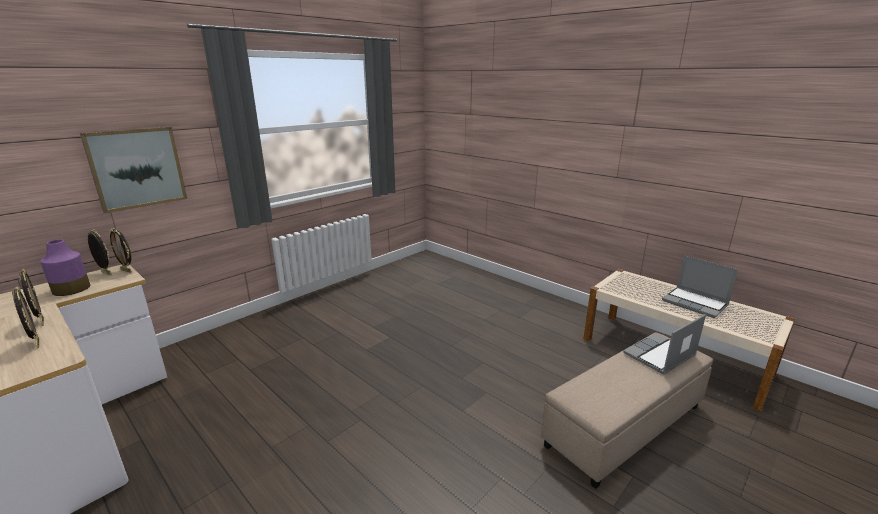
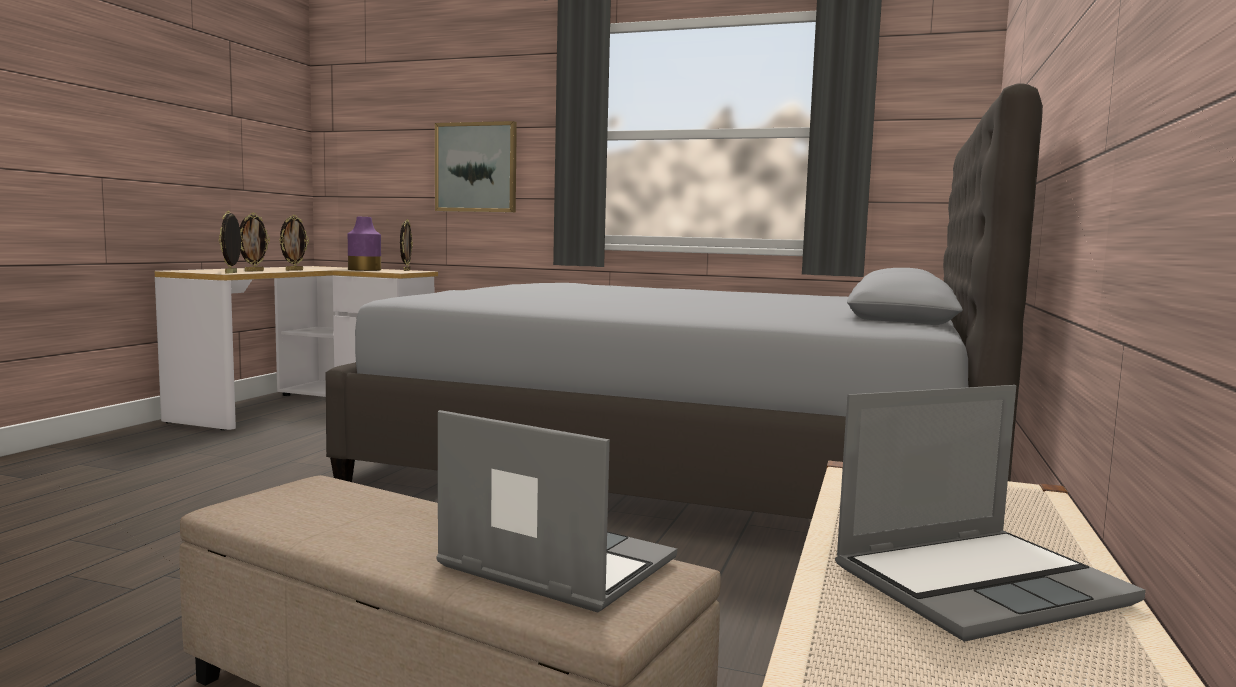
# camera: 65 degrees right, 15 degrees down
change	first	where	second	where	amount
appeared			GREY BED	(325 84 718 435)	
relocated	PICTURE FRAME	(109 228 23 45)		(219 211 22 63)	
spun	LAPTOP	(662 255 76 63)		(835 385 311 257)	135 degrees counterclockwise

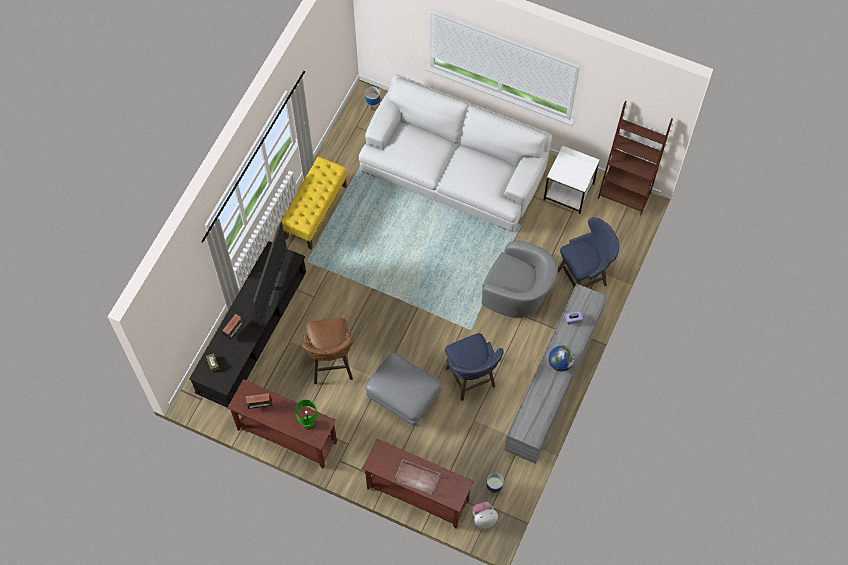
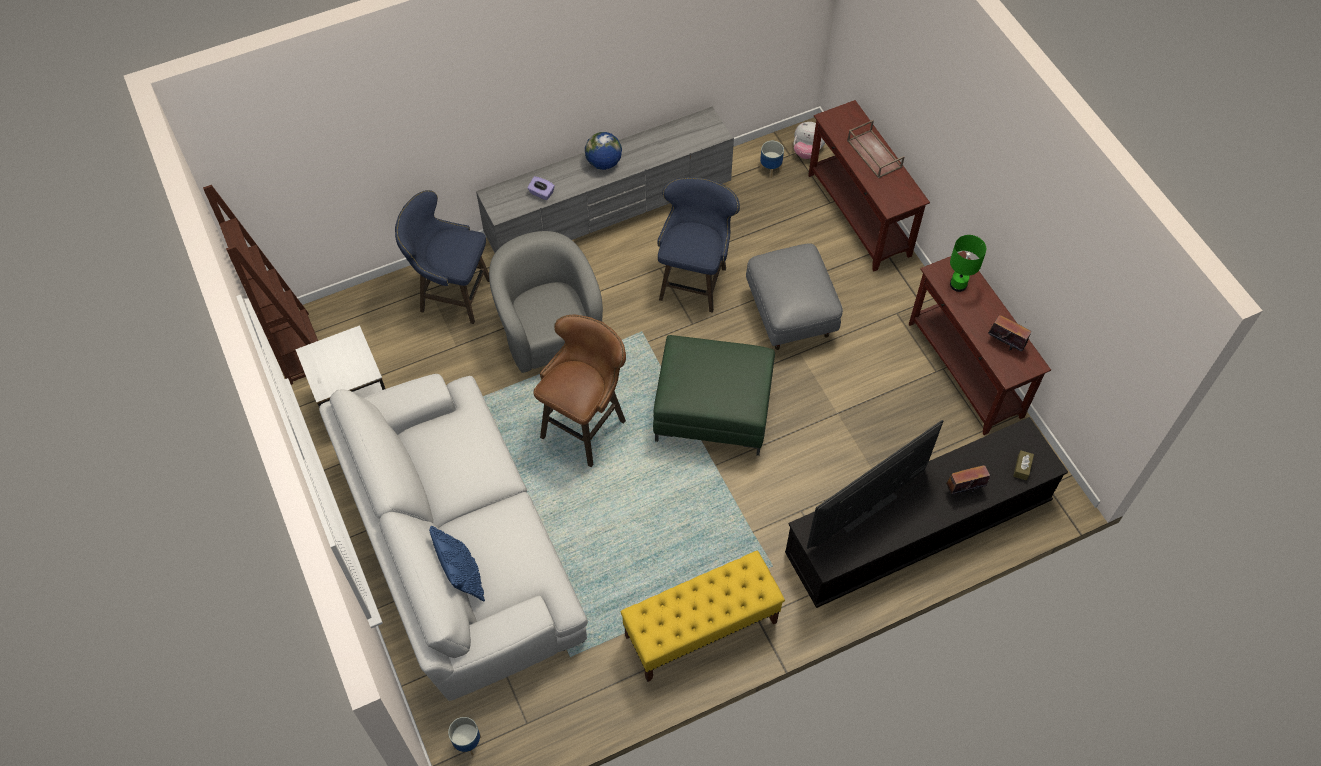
# camera: 140 degrees left, 5 degrees down
change	first	where	second	where	amount
appeared			BLUE PILLOW	(429 526 56 75)	
appeared			GREEN OTTOMAN	(653 335 122 121)	
relocated	BROWN STOOL	(302 318 51 66)		(533 315 93 152)	

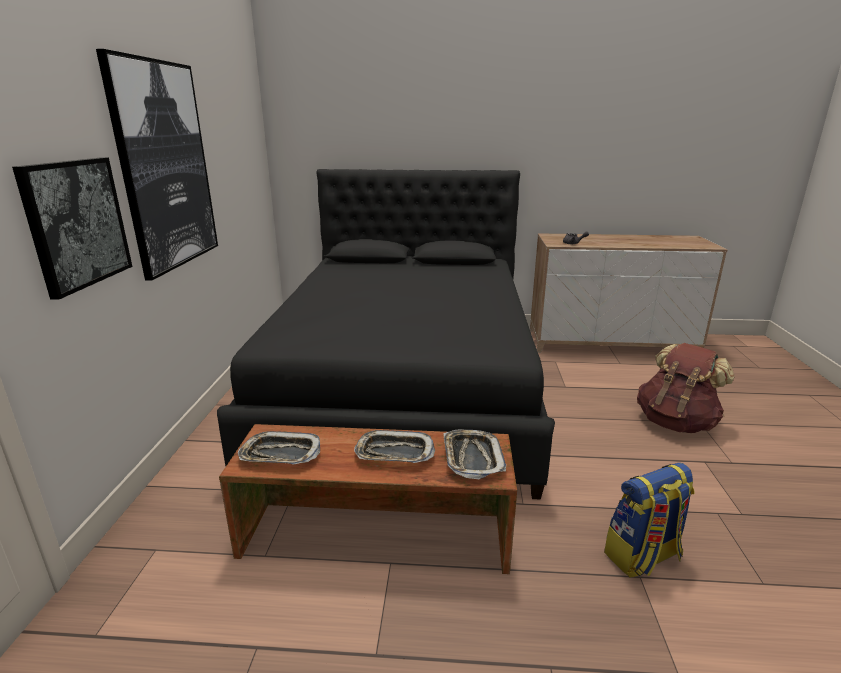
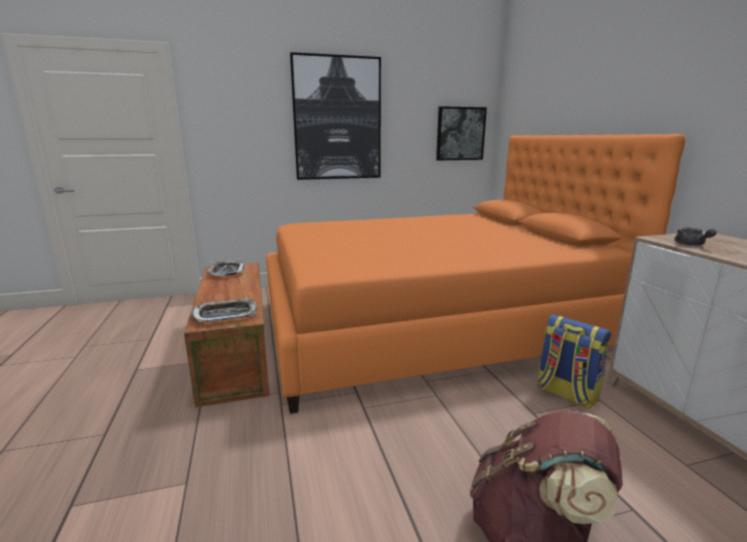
# camera: 70 degrees right, 5 degrees down
change	first	where	second	where	amount
missing	TRAY	(354 430 81 33)			
relocated	PICTURE	(12 157 121 143)		(436 106 51 54)	
relocated	BACKPACK	(604 463 91 115)		(536 314 75 95)	
colour	BLACK BED	(217 169 338 331)	ORANGE BED	(266 134 420 280)	

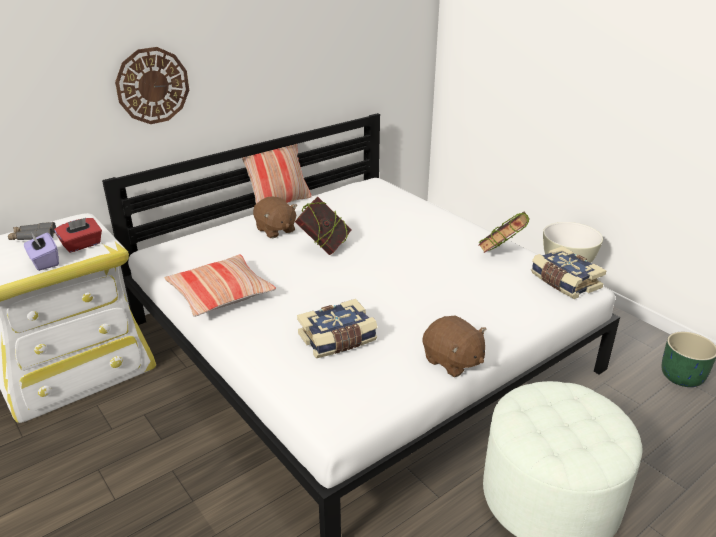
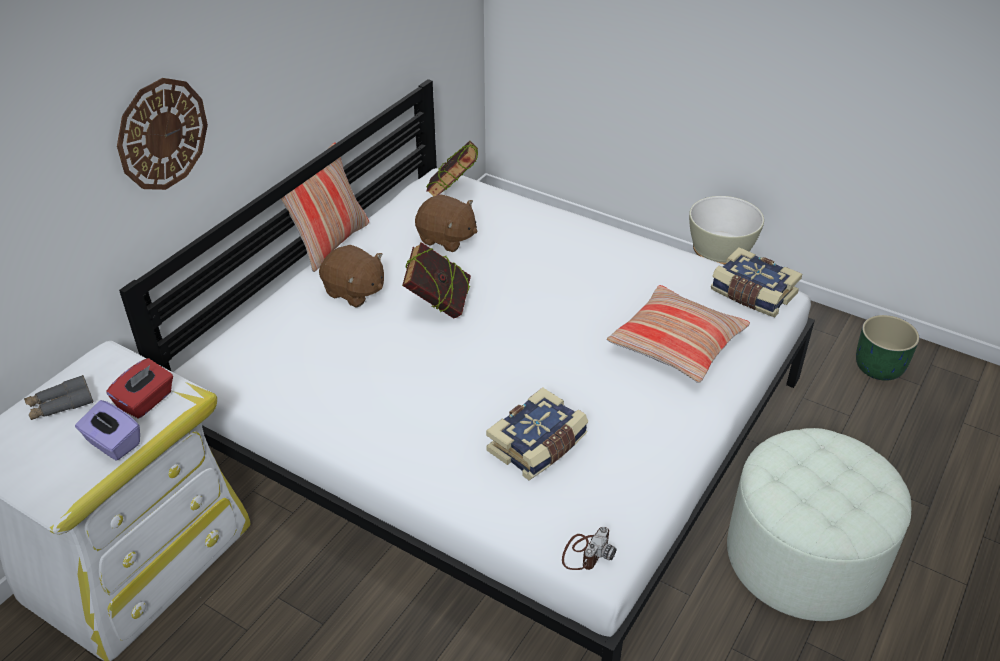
# camera: 20 degrees left, 10 degrees up
change	first	where	second	where	amount
appeared			PHOTO CAMERA	(562 527 55 43)	
relocated	PILLOW	(164 254 112 63)		(607 285 143 98)	
relocated	BROWN PLUSH TOY	(423 315 63 62)		(415 194 62 58)	
relocated	BOOK	(478 212 52 41)		(426 141 52 55)	

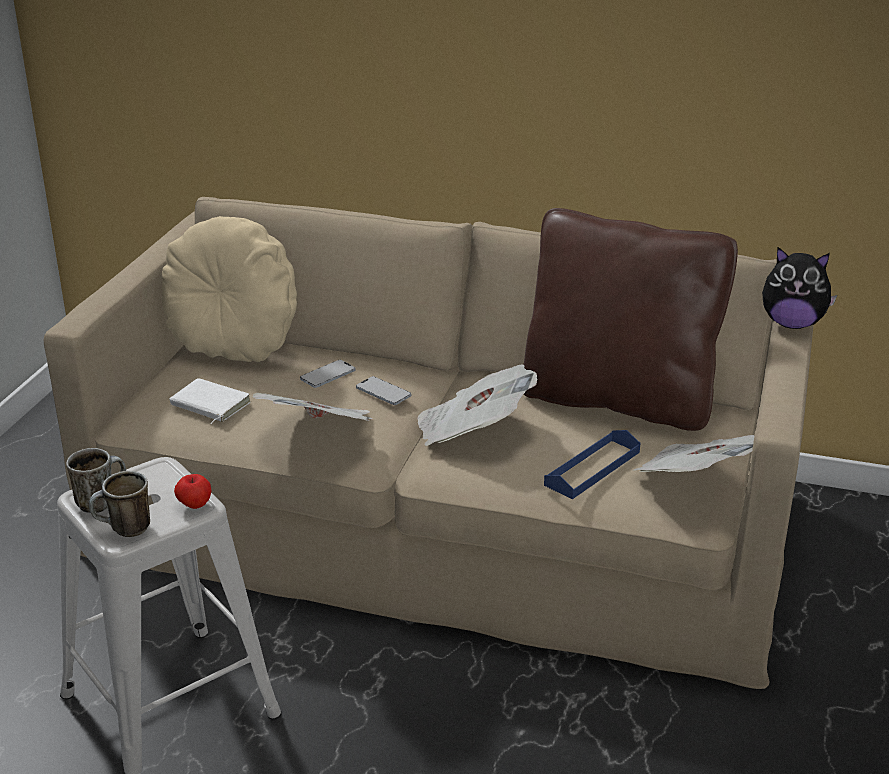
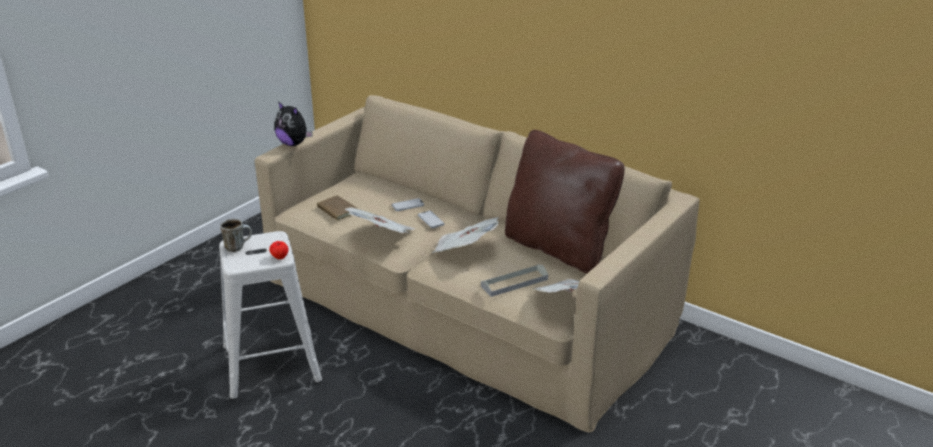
# camera: 20 degrees right, 0 degrees up
change	first	where	second	where	amount
missing	MUG	(89 471 61 66)			
missing	BEIGE PILLOW	(162 216 135 146)			
relocated	PLUSH TOY	(762 247 75 82)		(274 101 39 45)	
colour	WHITE BOOK	(170 378 81 46)	BROWN BOOK	(317 195 41 25)	
colour	BLUE TRAY	(544 430 96 69)	GREY TRAY	(481 264 67 33)	

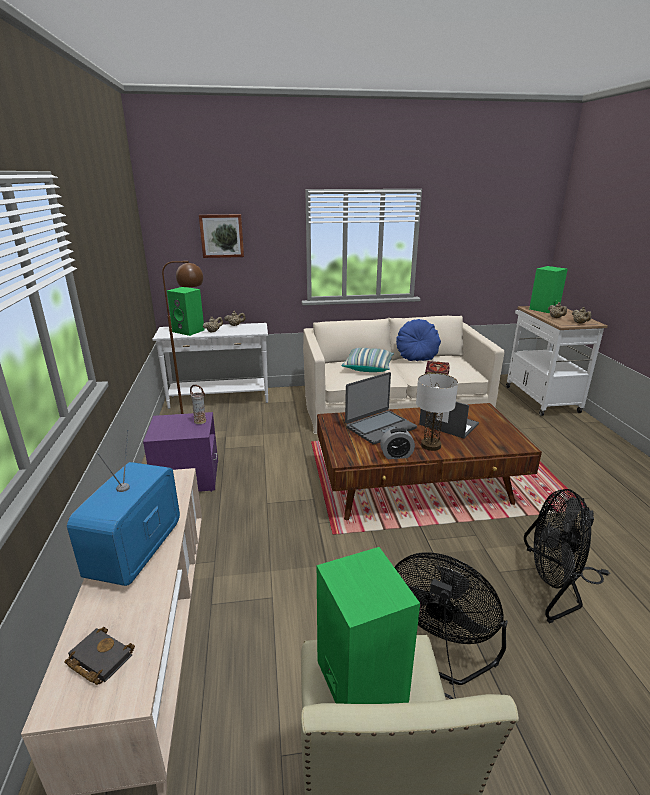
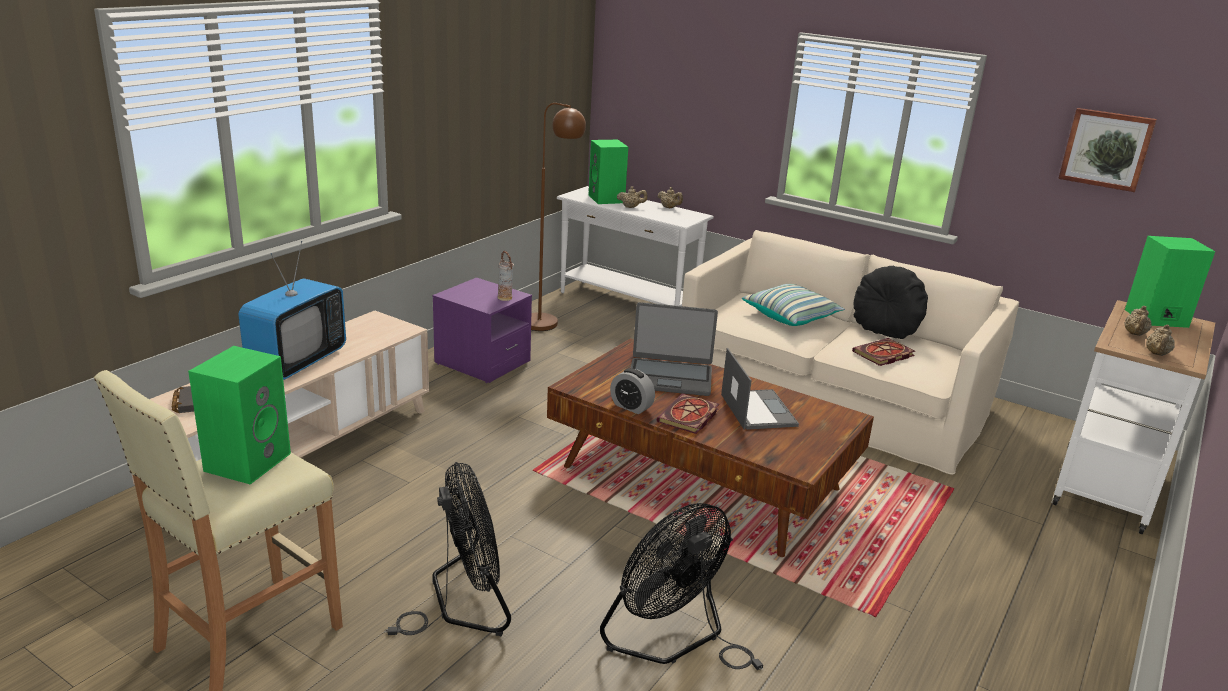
# camera: 40 degrees right, 0 degrees up
change	first	where	second	where	amount
relocated	PICTURE	(199 214 45 44)		(1058 108 99 84)	
exchanged	TABLE LAMP	(416 373 42 78)	BOOK	(657 394 62 40)	
colour	BLUE PILLOW	(396 319 45 42)	BLACK PILLOW	(854 266 74 73)	
spun	TELEVISION	(67 430 113 156)		(238 241 108 139)	150 degrees clockwise

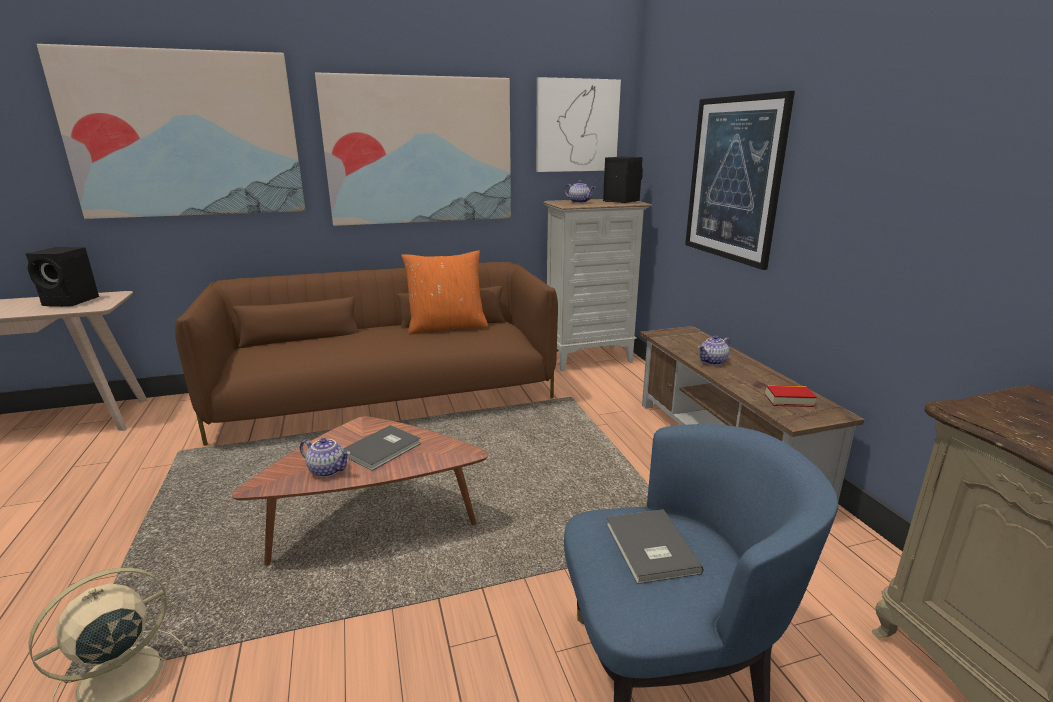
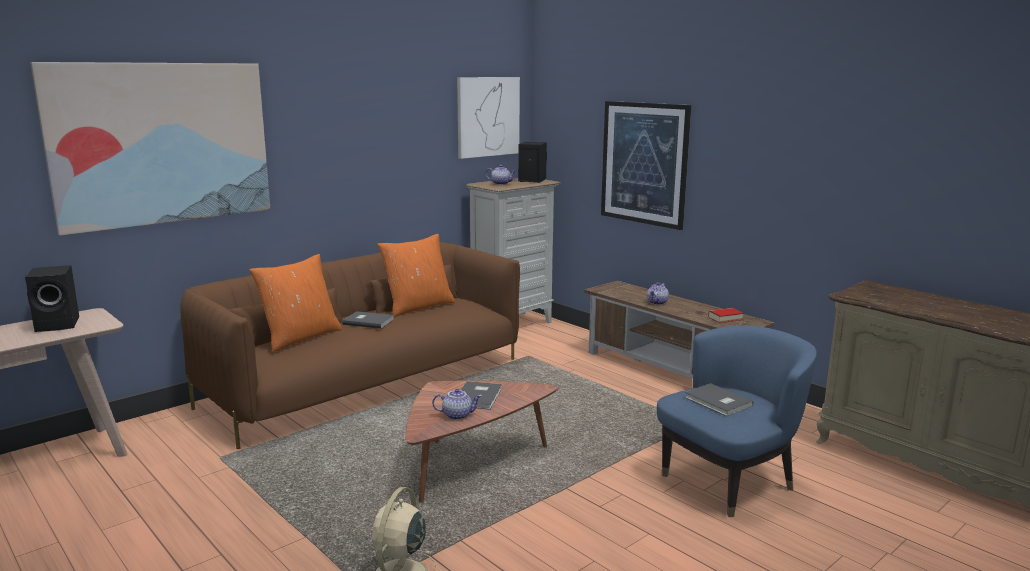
# camera: 25 degrees left, 5 degrees down
change	first	where	second	where	amount
missing	PICTURE	(315 72 196 154)			
appeared			ORANGE PILLOW	(249 254 93 98)	
appeared			GREY BOOK	(342 311 52 18)	

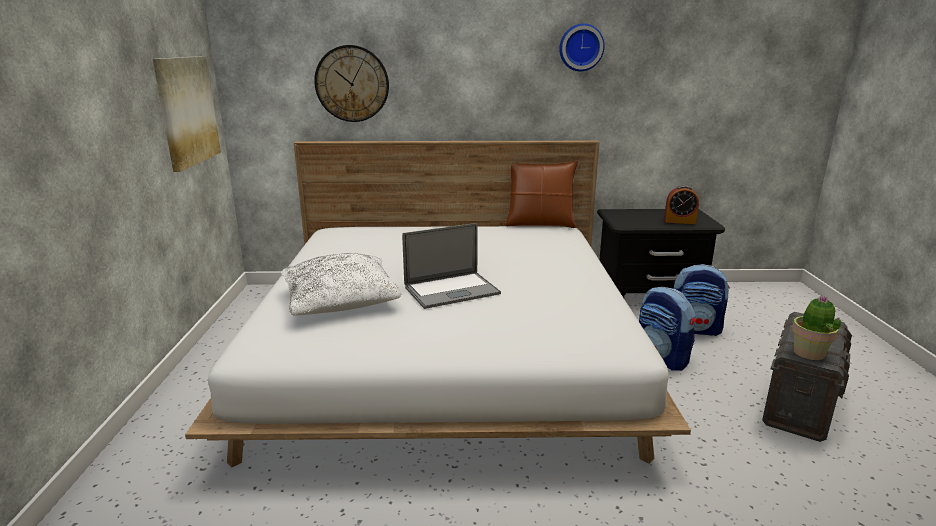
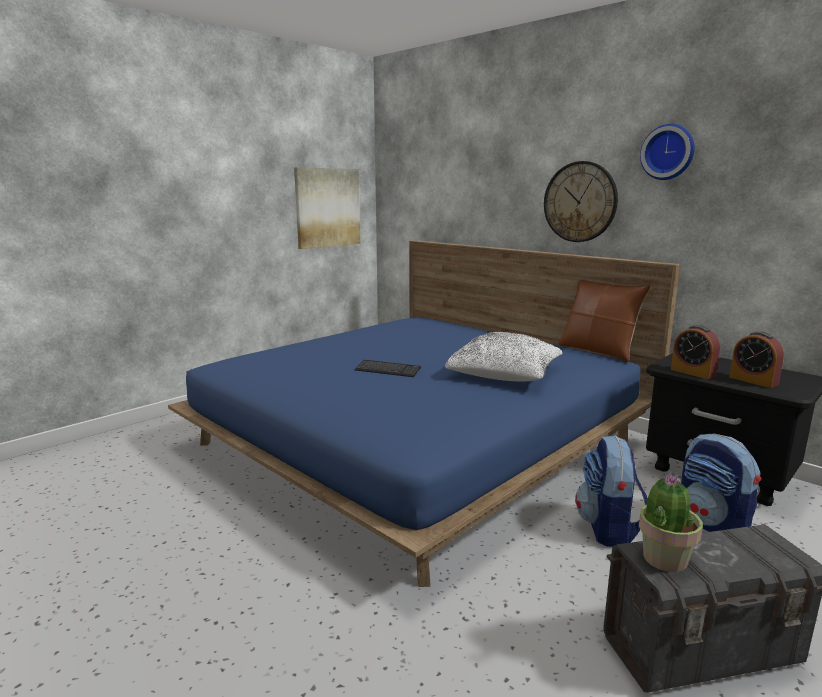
# camera: 45 degrees right, 5 degrees down
change	first	where	second	where	amount
appeared			ALARM CLOCK	(671 325 49 54)	
relocated	WHITE PILLOW	(281 253 120 63)		(445 332 117 50)	
relocated	WALL CLOCK	(314 45 75 77)		(544 161 74 81)	
exchanged	LAPTOP	(402 223 99 86)	KEYBOARD	(355 360 66 17)	
colour	WHITE BED	(185 141 506 327)	BLUE BED	(168 240 513 347)	

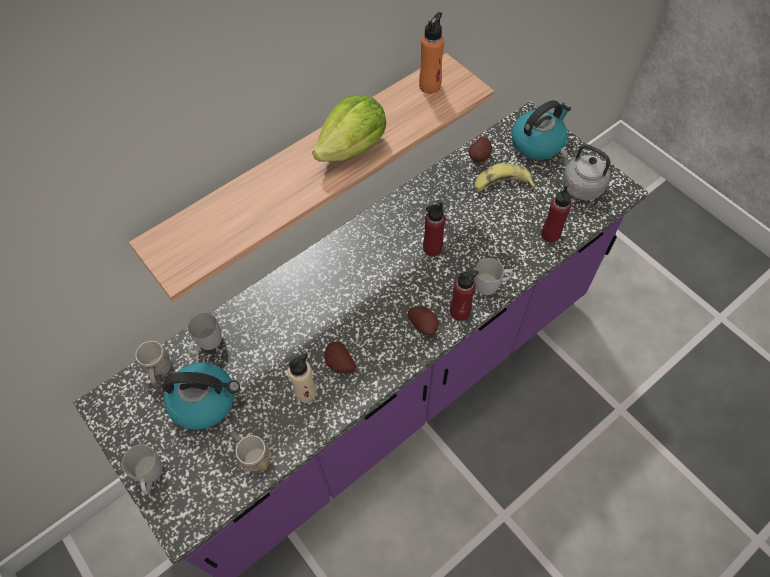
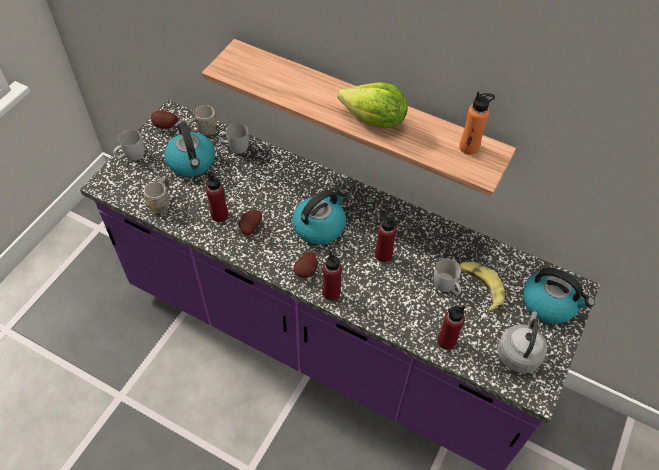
# camera: 65 degrees right, 5 degrees down
change	first	where	second	where	amount
appeared			KETTLE	(292 189 55 56)	
relocated	POTATO	(469 136 23 26)		(151 110 27 19)	
relocated	WHITE MUG	(474 258 39 37)		(433 259 28 36)	
colour	BEIGE BOTTLE	(288 354 29 49)	RED BOTTLE	(206 173 22 49)	

